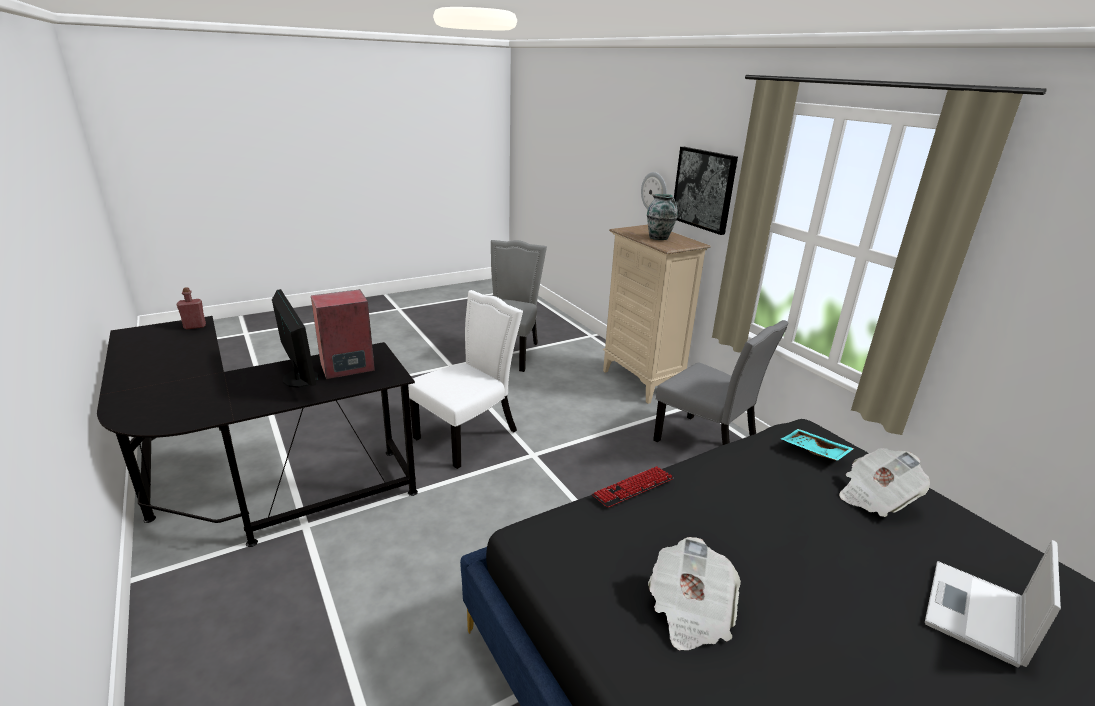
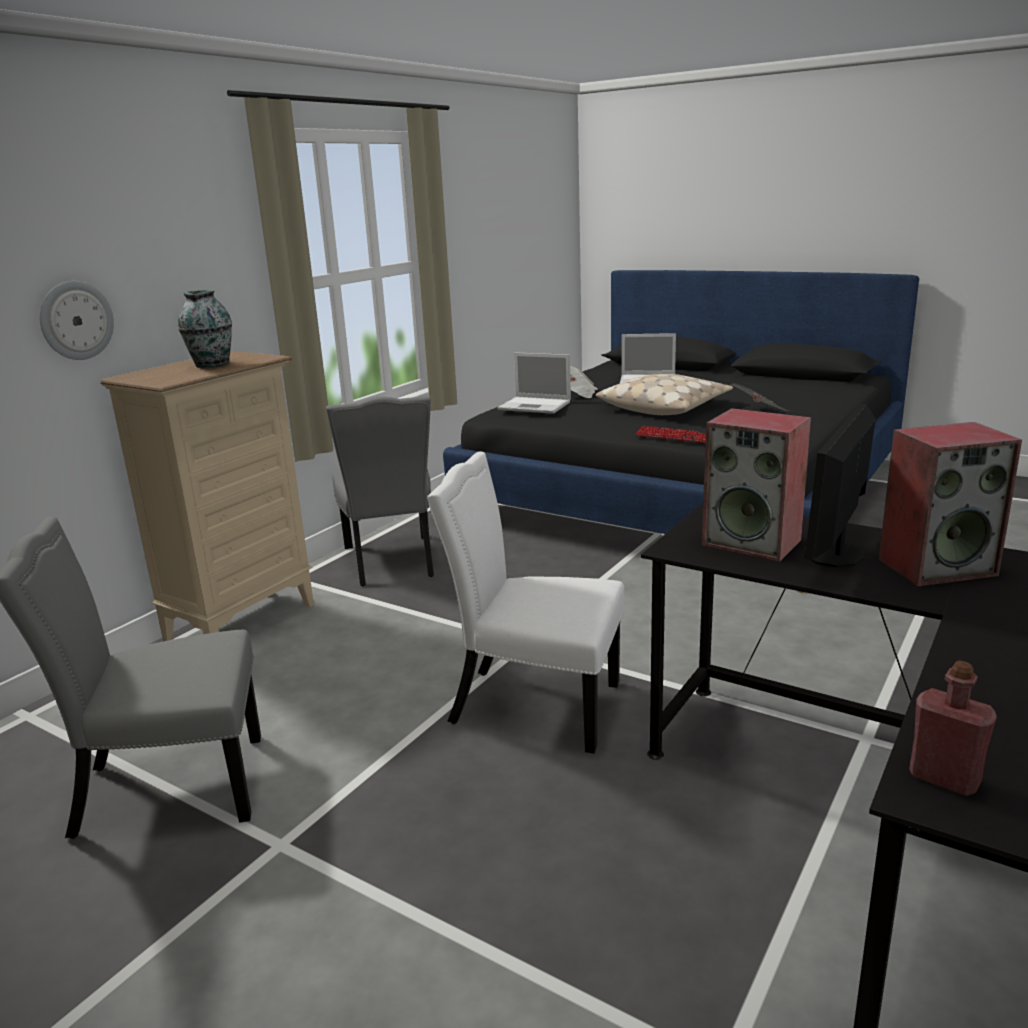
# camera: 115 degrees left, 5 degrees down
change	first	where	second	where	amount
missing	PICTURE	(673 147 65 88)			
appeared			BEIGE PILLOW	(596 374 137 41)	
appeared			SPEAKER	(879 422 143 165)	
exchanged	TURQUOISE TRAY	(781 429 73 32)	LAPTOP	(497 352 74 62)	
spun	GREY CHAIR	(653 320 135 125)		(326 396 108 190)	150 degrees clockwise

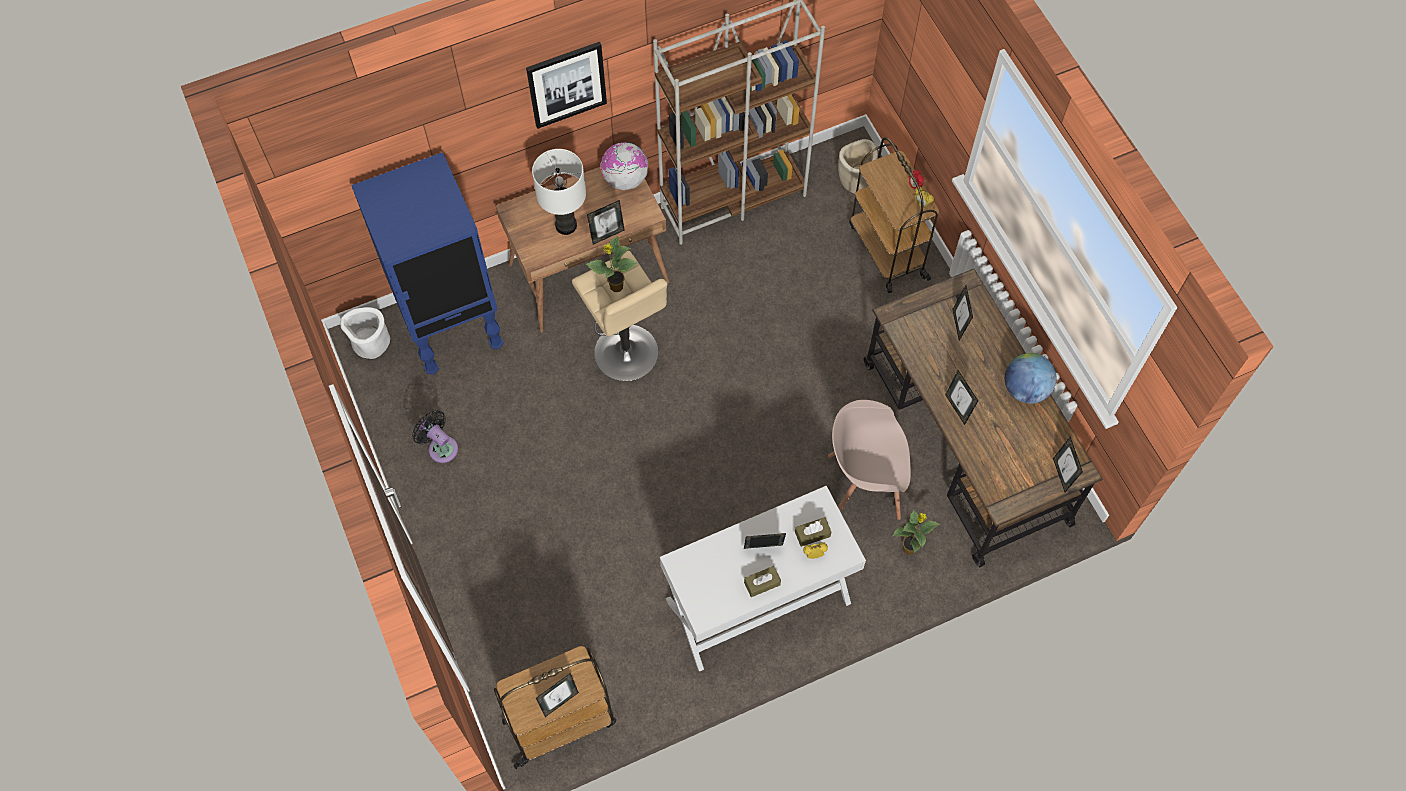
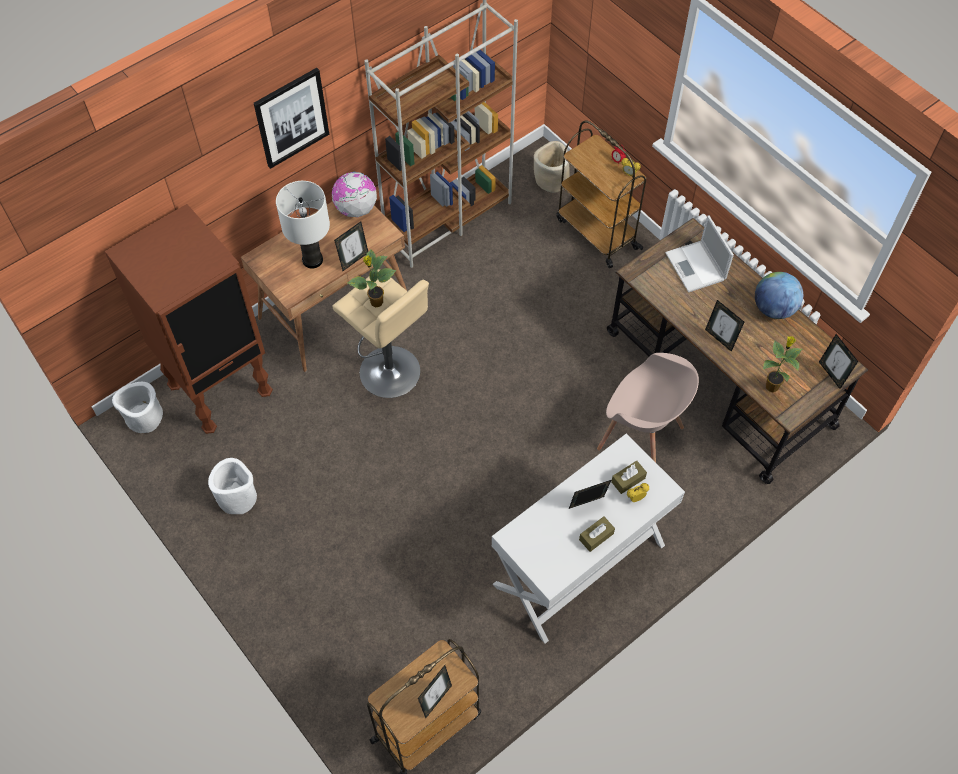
# camera: 15 degrees left, 5 degrees down
change	first	where	second	where	amount
relocated	POTTED PLANT	(893 510 47 45)		(763 336 40 56)	
exchanged	BLACK FAN	(412 410 46 53)	WHITE PLANTER	(208 458 49 56)	
exchanged	PICTURE FRAME	(952 285 21 56)	LAPTOP	(665 215 69 77)	
colour	BLUE CABINET	(351 152 153 222)	BROWN CABINET	(105 204 168 230)	
spun	BEIGE CHAIR	(828 400 83 120)		(597 353 102 109)	135 degrees counterclockwise

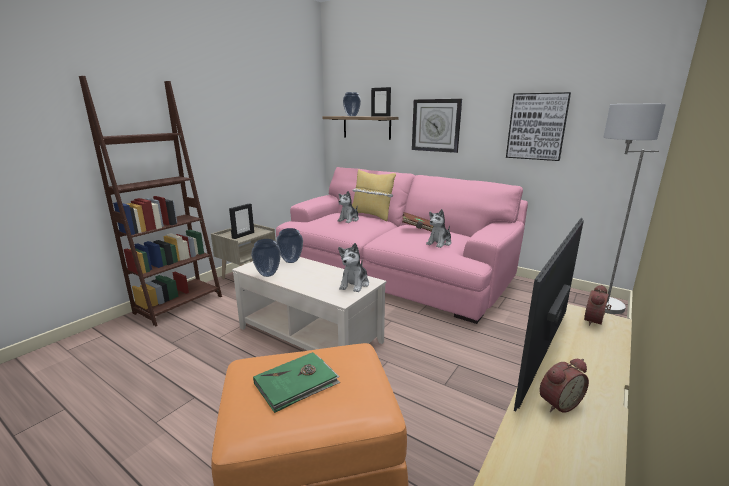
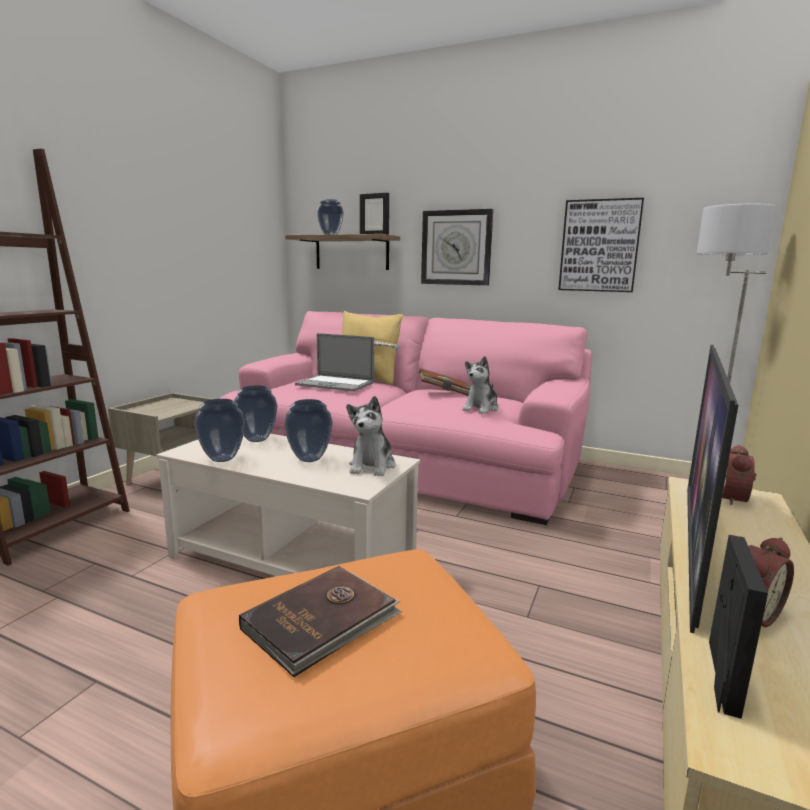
# camera: 10 degrees left, 5 degrees down
change	first	where	second	where	amount
appeared			VASE	(284 399 49 63)	
relocated	PICTURE FRAME	(229 203 25 36)		(709 535 59 184)	
exchanged	PLUSH TOY	(338 191 21 32)	LAPTOP	(295 333 79 59)	
colour	GREEN BOOK	(253 352 87 61)	BROWN BOOK	(239 566 163 111)	

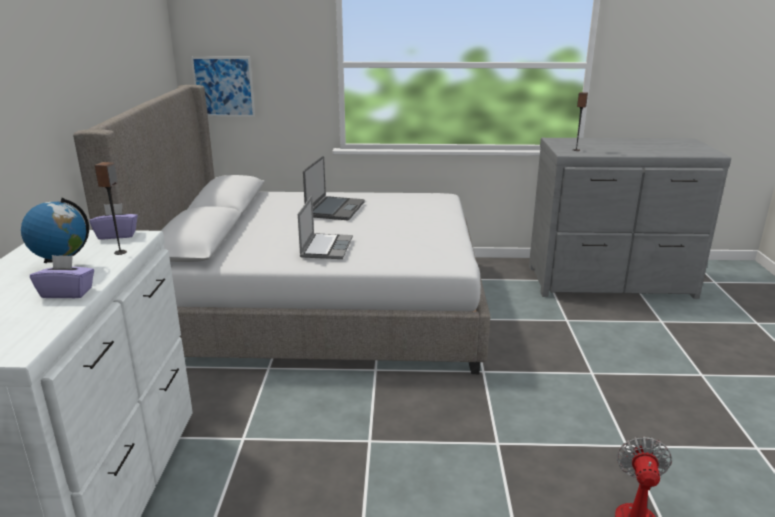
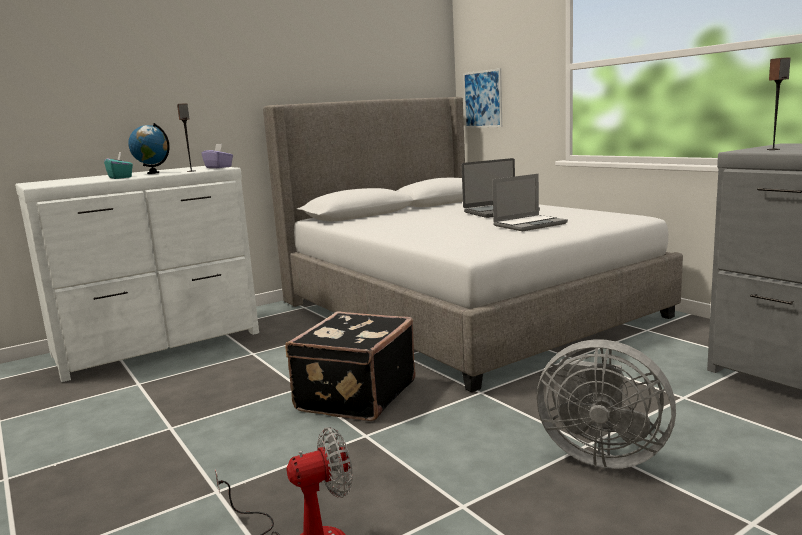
# camera: 55 degrees right, 10 degrees down
change	first	where	second	where	amount
appeared			BLACK SUITCASE	(285 311 131 110)	
appeared			GREY FAN	(537 339 139 130)	
relocated	LAPTOP	(298 195 55 64)		(492 174 76 57)	
colour	PURPLE TISSUE BOX	(30 255 64 43)	TURQUOISE TISSUE BOX	(104 152 29 27)	

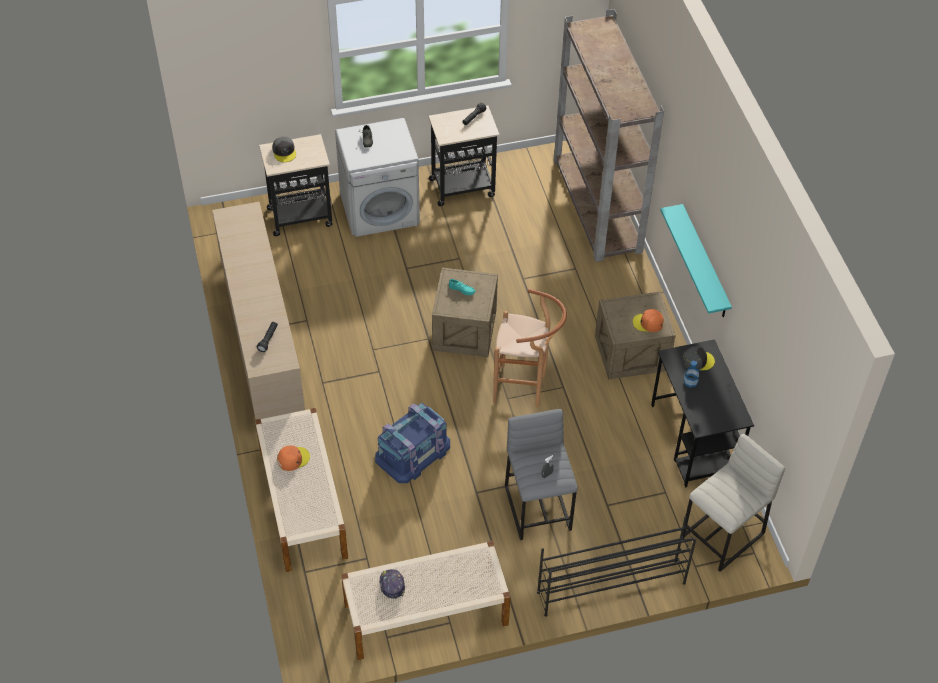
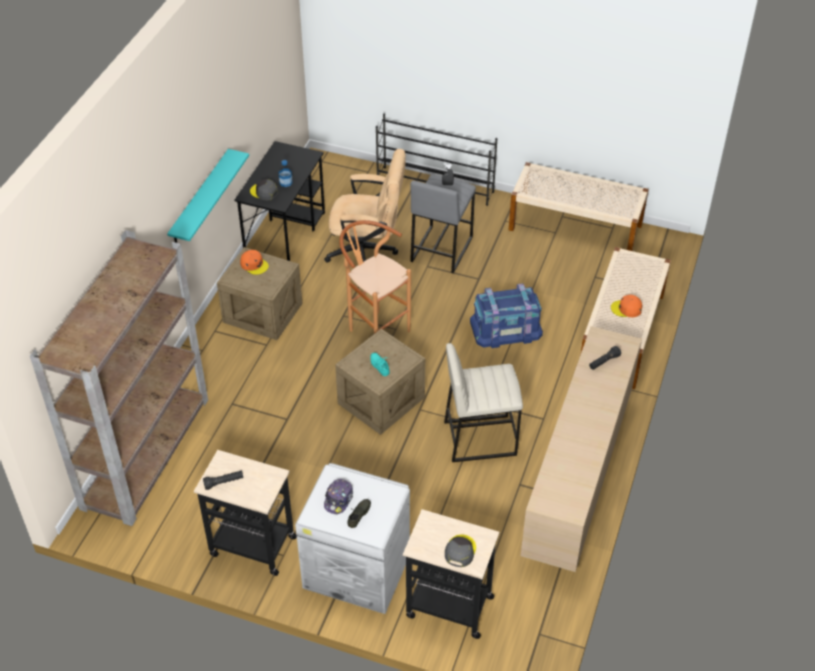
# camera: 145 degrees left, 5 degrees down
change	first	where	second	where	amount
appeared			BEIGE OFFICE CHAIR	(324 149 82 114)	
relocated	CAP	(379 569 26 30)		(324 479 29 35)	
relocated	BEIGE STOOL	(683 434 102 138)		(444 343 79 119)	

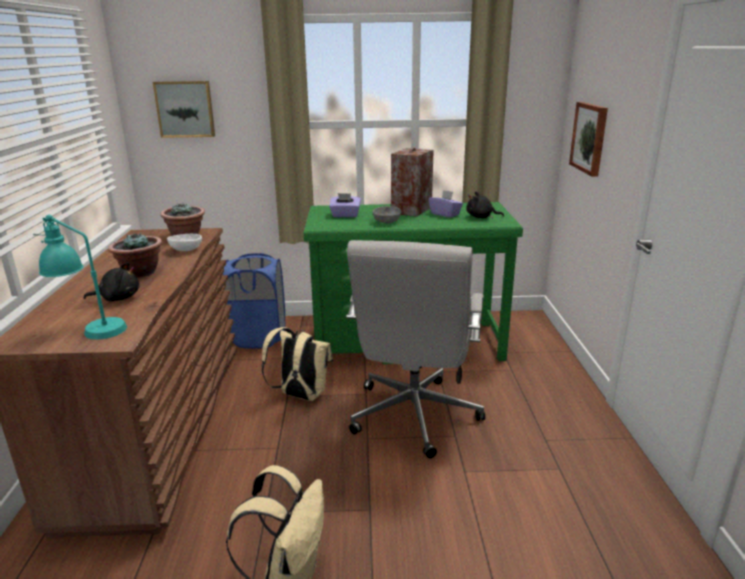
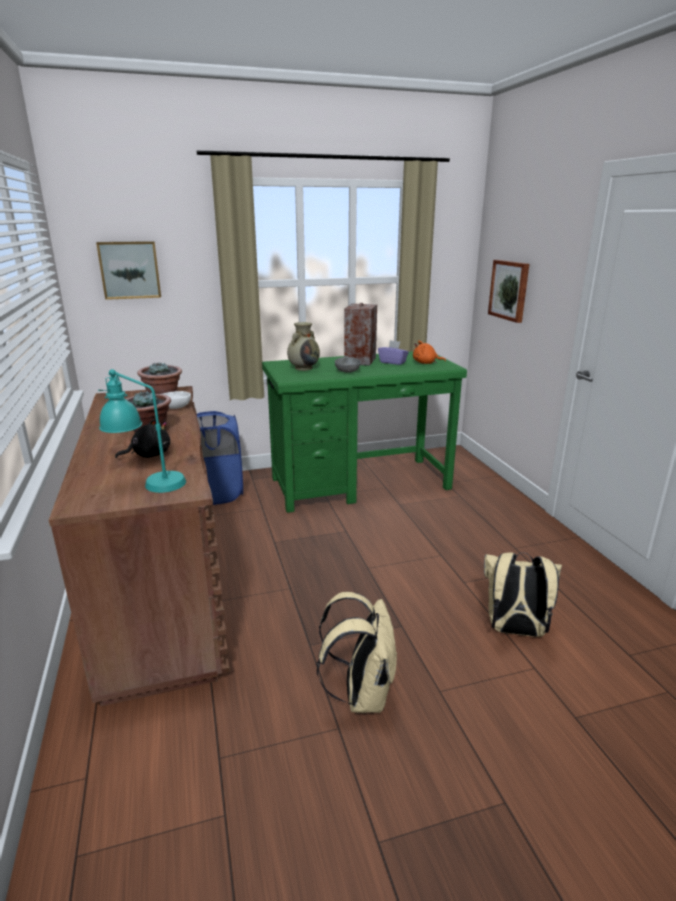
# camera: 15 degrees left, 0 degrees up
change	first	where	second	where	amount
missing	GREY OFFICE CHAIR	(346 240 139 218)			
relocated	BEIGE BACKPACK	(261 327 72 74)		(484 552 78 85)	
exchanged	PURPLE TISSUE BOX	(329 193 32 24)	BEIGE VASE	(287 322 33 49)	
colour	BLACK PLUSH TOY	(466 192 38 26)	ORANGE PLUSH TOY	(413 340 33 24)	

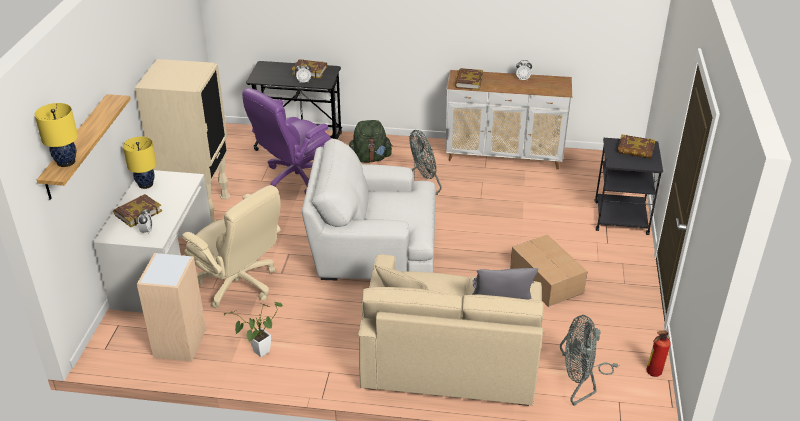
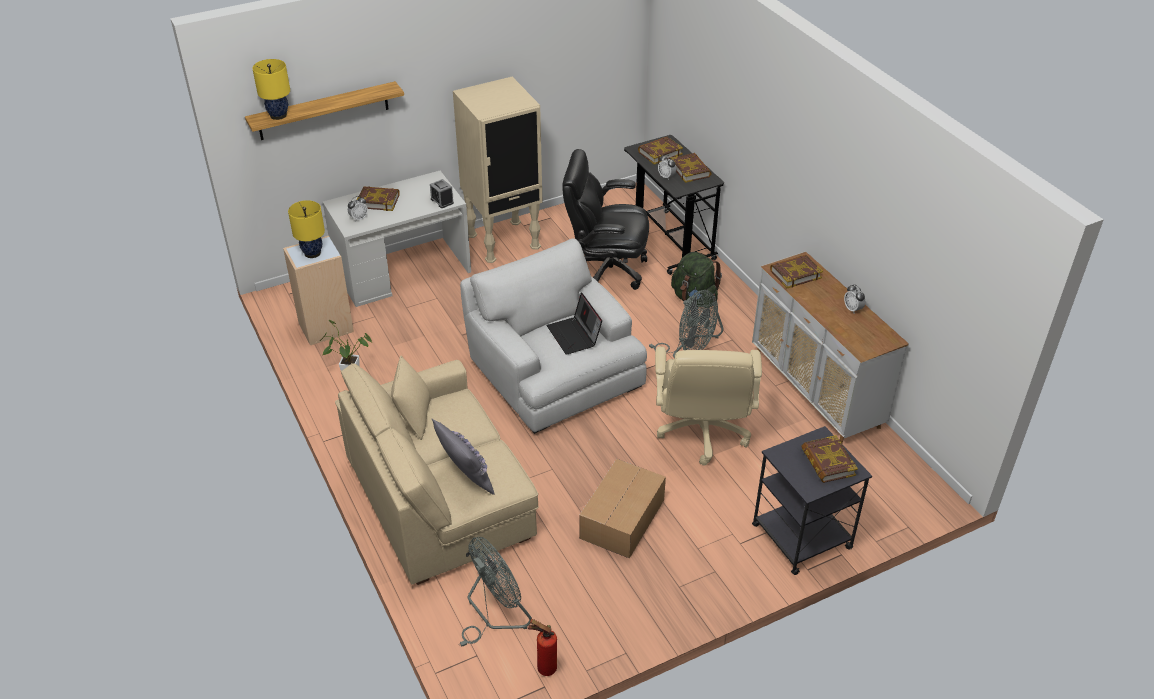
# camera: 55 degrees right, 5 degrees up
change	first	where	second	where	amount
appeared			ALARM CLOCK	(430 179 24 29)	
appeared			LAPTOP	(546 292 56 63)	
appeared			BOOK	(638 136 45 28)	
relocated	YELLOW TABLE LAMP	(123 137 34 52)		(288 200 37 58)	
relocated	BEIGE OFFICE CHAIR	(182 185 99 124)		(655 347 107 119)	
colour	PURPLE OFFICE CHAIR	(242 88 89 106)	BLACK OFFICE CHAIR	(562 149 87 141)	
spun	GREY FAN	(560 315 59 91)		(459 537 73 110)	90 degrees clockwise

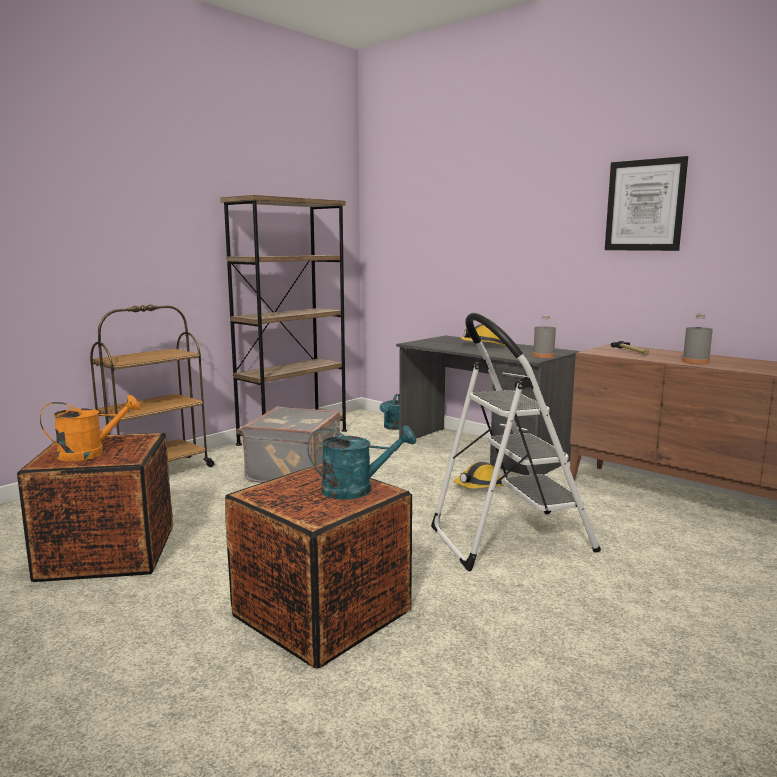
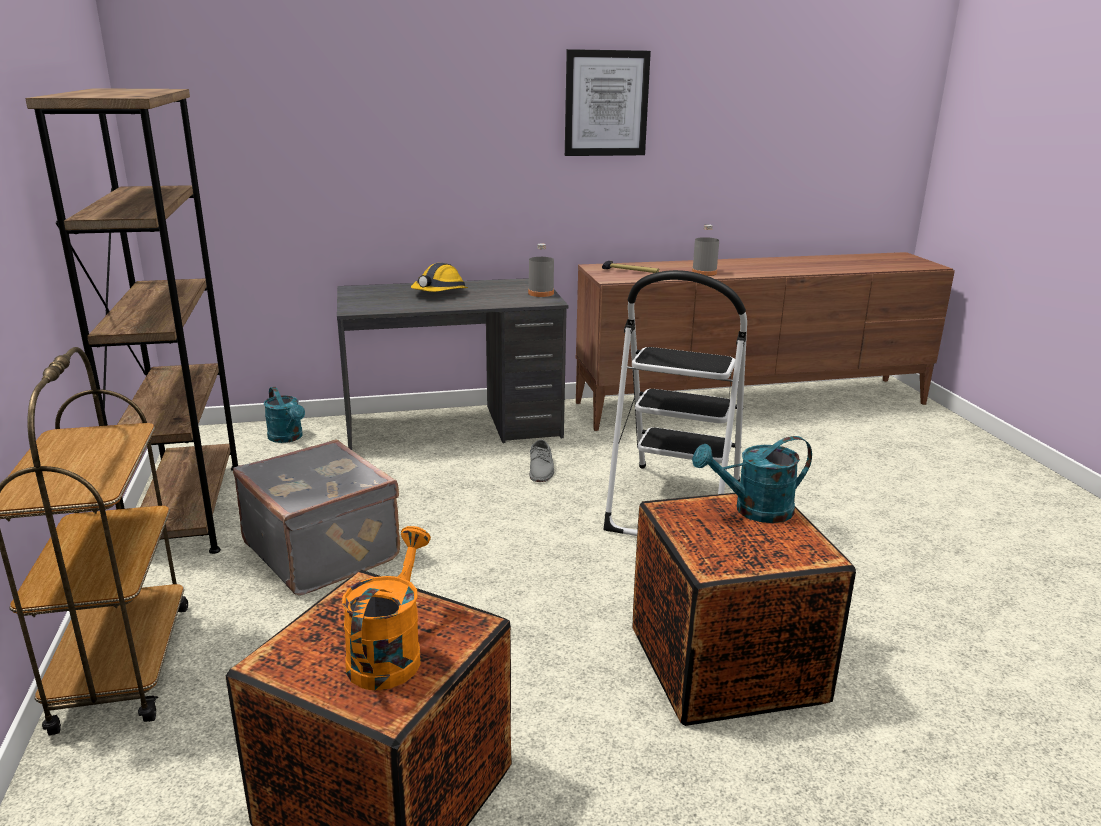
# camera: 55 degrees left, 10 degrees up
change	first	where	second	where	amount
exchanged	HARD HAT	(454 462 50 27)	GREY SHOE	(529 439 25 43)	
spun	TURQUOISE WATERING CAN	(308 425 108 75)		(692 436 120 87)	135 degrees counterclockwise

